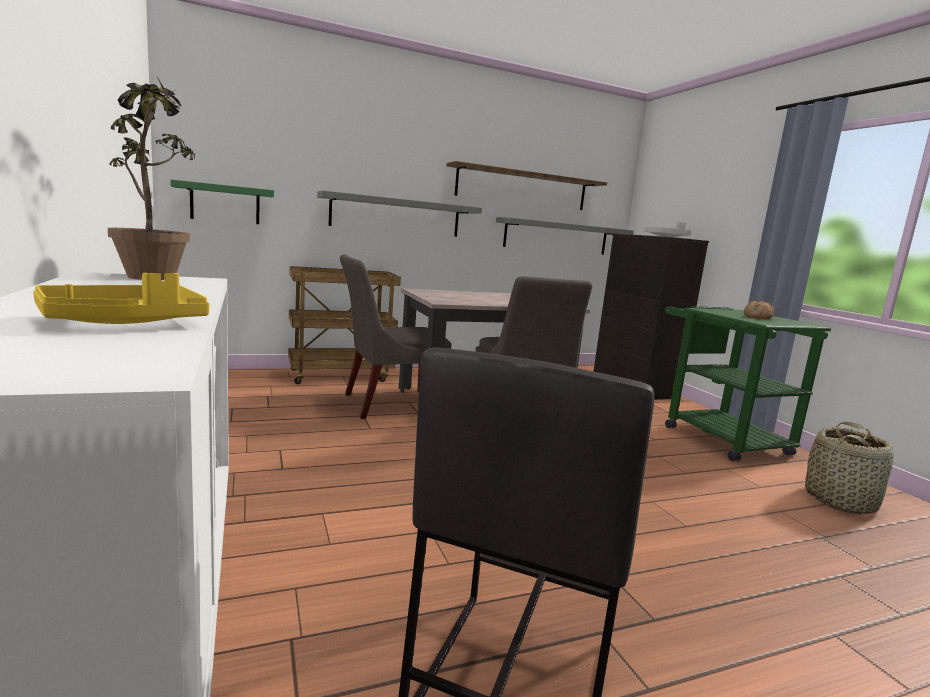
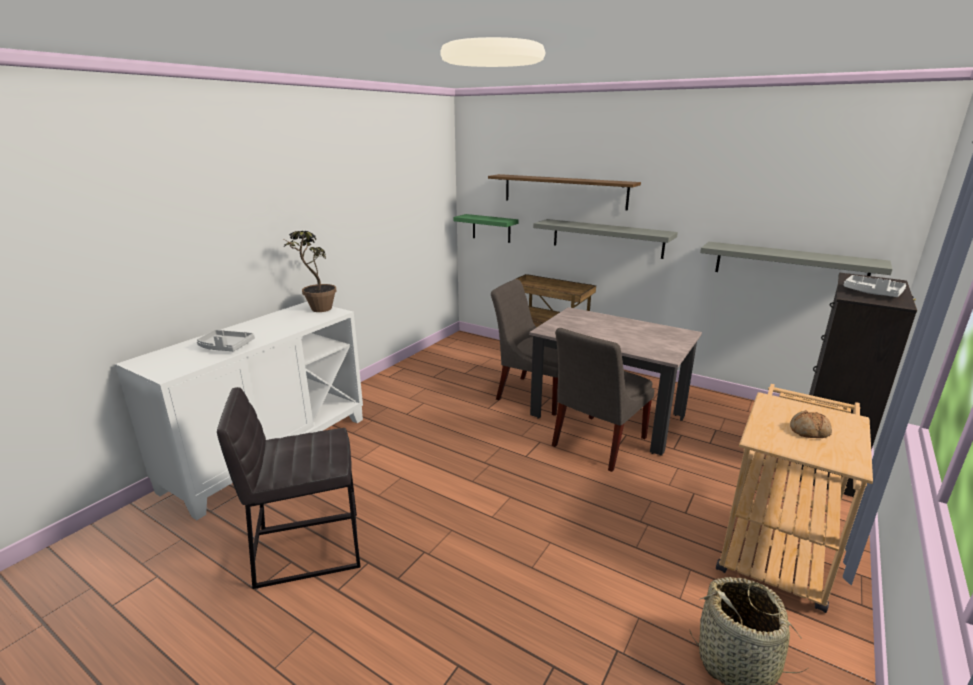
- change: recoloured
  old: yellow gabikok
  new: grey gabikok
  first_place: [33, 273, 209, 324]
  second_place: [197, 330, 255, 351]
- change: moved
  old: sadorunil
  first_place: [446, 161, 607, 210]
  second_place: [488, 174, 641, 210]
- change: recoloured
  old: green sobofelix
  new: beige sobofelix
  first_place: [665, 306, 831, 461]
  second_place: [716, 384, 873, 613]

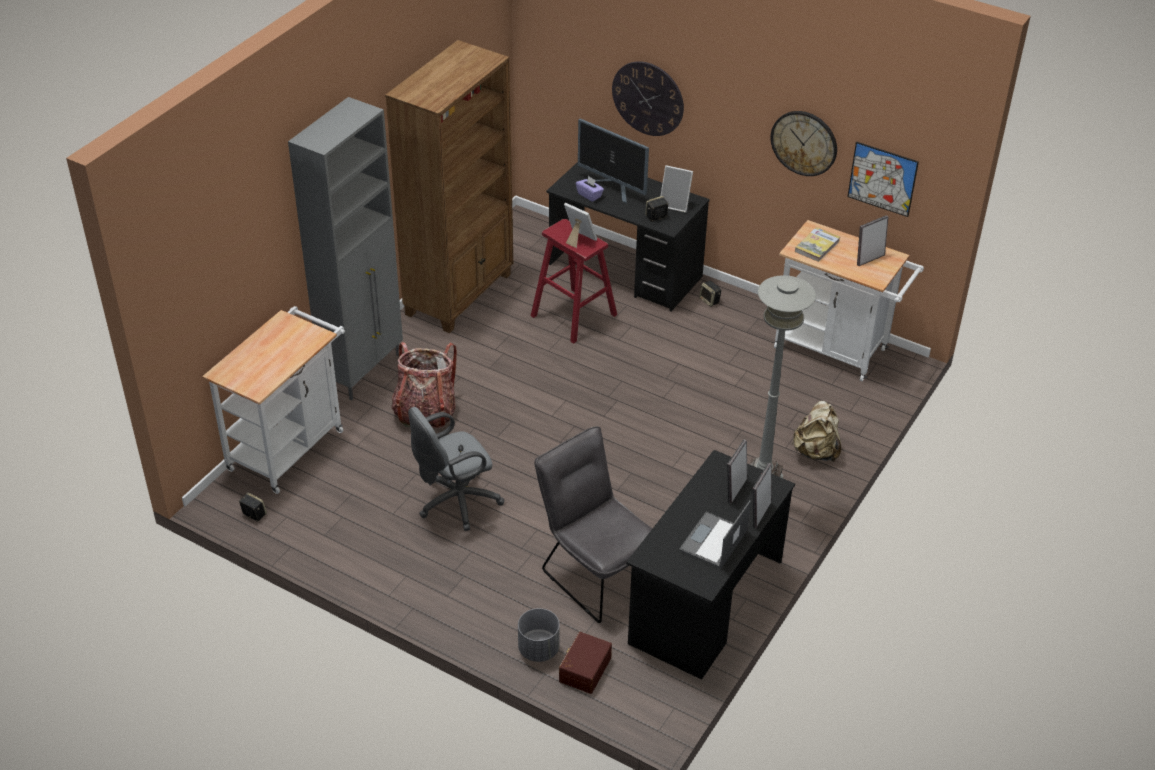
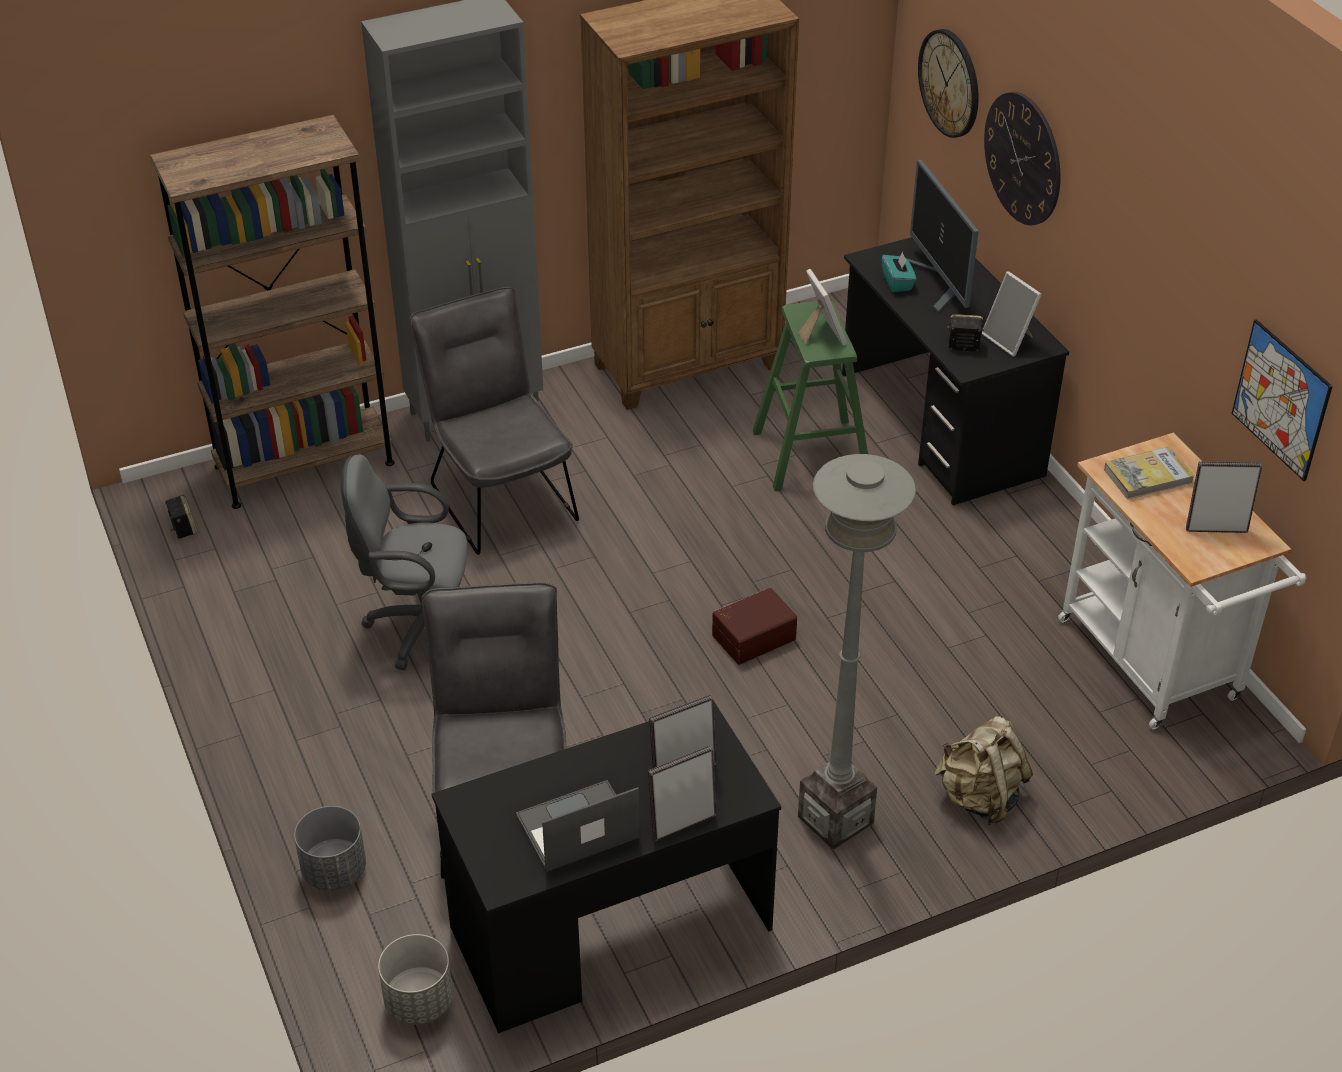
- change: replaced
  old: white sobofelix
  new: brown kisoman
  first_place: [202, 306, 345, 494]
  second_place: [150, 115, 395, 509]
- change: added
  new: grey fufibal
  second_place: [378, 934, 453, 1025]
- change: replaced
  old: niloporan
  new: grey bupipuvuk
  first_place: [392, 342, 457, 428]
  second_place: [409, 287, 579, 555]
- change: moved
  old: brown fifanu
  first_place: [559, 632, 612, 694]
  second_place: [712, 588, 797, 665]
- change: recoloured
  old: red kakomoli
  new: green kakomoli
  first_place: [531, 219, 617, 344]
  second_place: [753, 301, 868, 491]
- change: recoloured
  old: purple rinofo
  new: turquoise rinofo
  first_place: [576, 176, 604, 202]
  second_place: [882, 251, 916, 293]
- change: moved
  old: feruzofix
  first_place: [770, 111, 837, 176]
  second_place: [918, 29, 979, 138]
- change: removed
  old: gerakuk
  first_place: [699, 281, 721, 307]

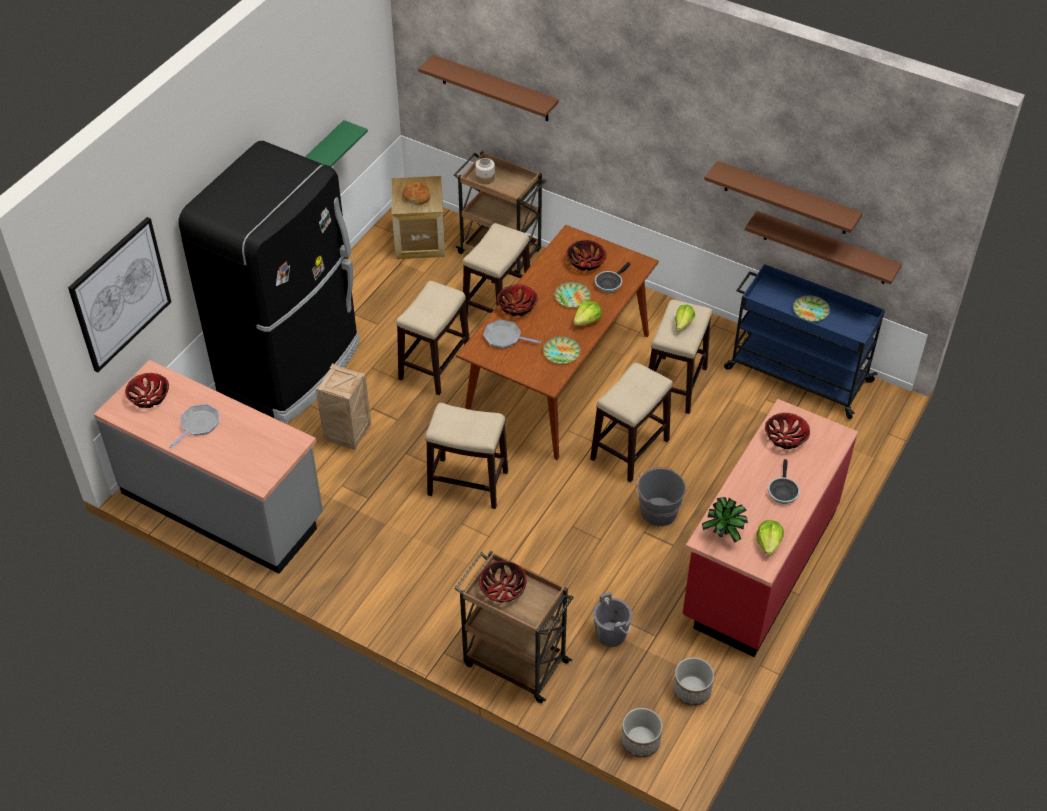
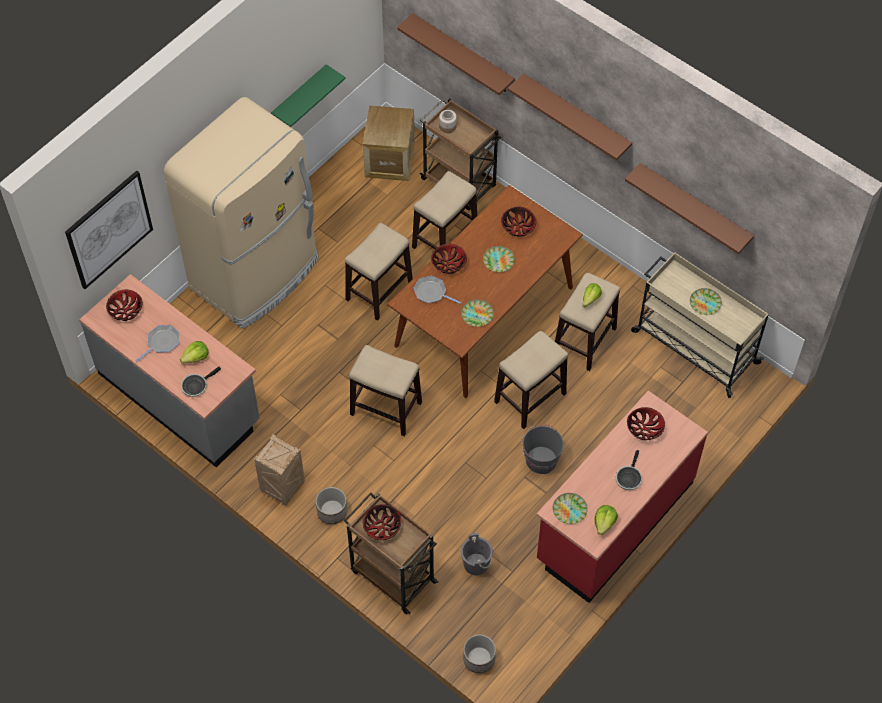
- change: recoloured
  old: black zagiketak
  new: beige zagiketak
  first_place: [178, 141, 360, 424]
  second_place: [164, 97, 319, 329]
- change: moved
  old: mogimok
  first_place: [573, 301, 602, 326]
  second_place: [180, 341, 208, 364]
- change: moved
  old: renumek
  first_place: [595, 262, 631, 293]
  second_place: [181, 367, 221, 397]
- change: moved
  old: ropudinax
  first_place: [316, 363, 371, 450]
  second_place: [254, 434, 305, 506]
- change: moved
  old: fufibal
  first_place: [673, 657, 714, 706]
  second_place: [316, 487, 347, 524]
- change: moved
  old: brown sadorunil
  first_place: [745, 211, 902, 284]
  second_place: [508, 73, 632, 160]
- change: replaced
  old: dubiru
  new: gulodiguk
  first_place: [702, 497, 748, 543]
  second_place: [553, 493, 588, 524]
- change: recoloured
  old: blue sobofelix
  new: beige sobofelix
  first_place: [724, 264, 885, 419]
  second_place: [631, 252, 769, 398]
- change: removed
  old: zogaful
  first_place: [403, 182, 430, 204]

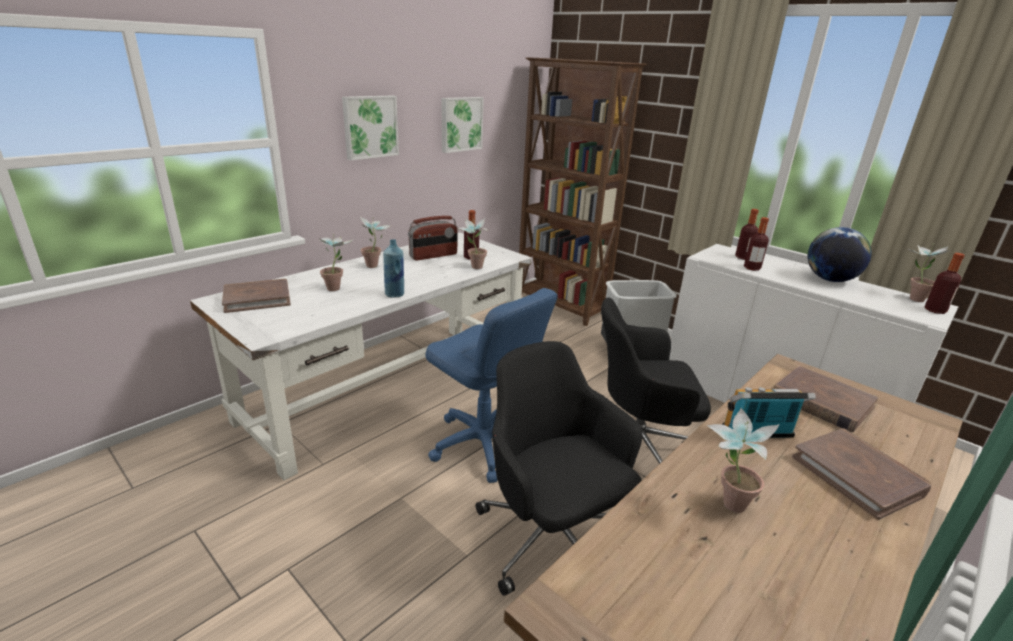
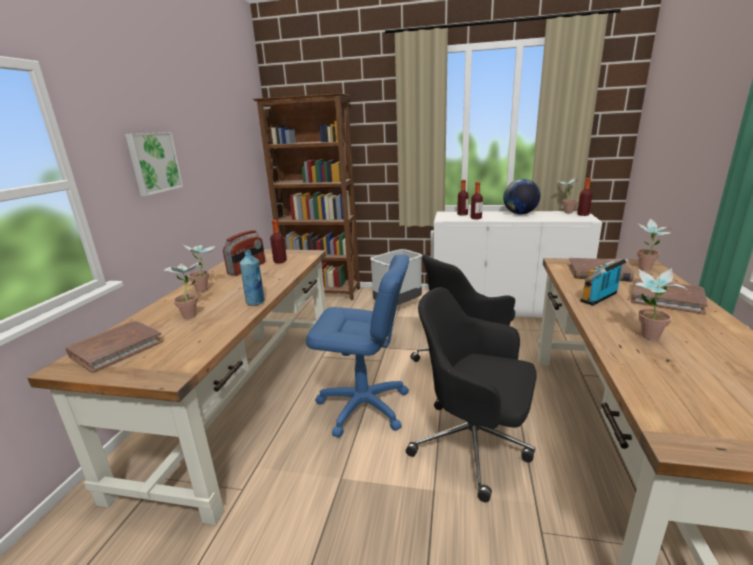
- change: recoloured
  old: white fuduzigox
  new: brown fuduzigox
  first_place: [190, 232, 532, 480]
  second_place: [27, 249, 326, 525]
- change: moved
  old: dubiru
  first_place: [457, 218, 488, 269]
  second_place: [637, 218, 672, 270]
- change: removed
  old: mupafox
  first_place: [441, 97, 484, 153]

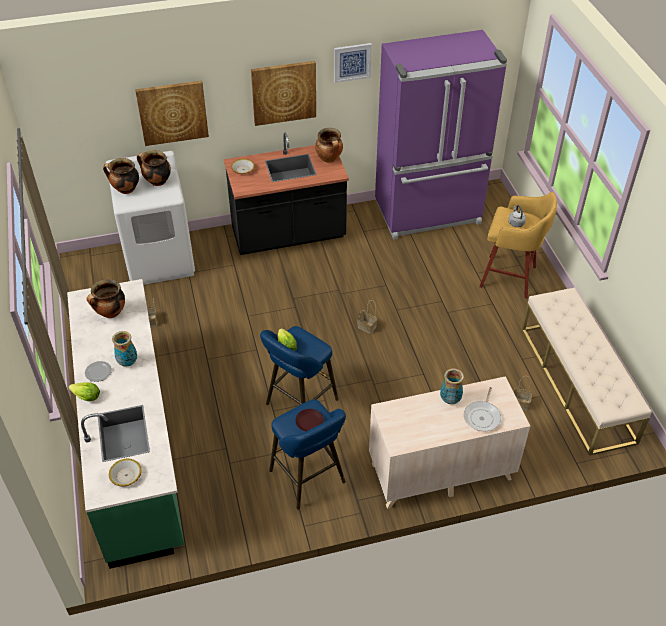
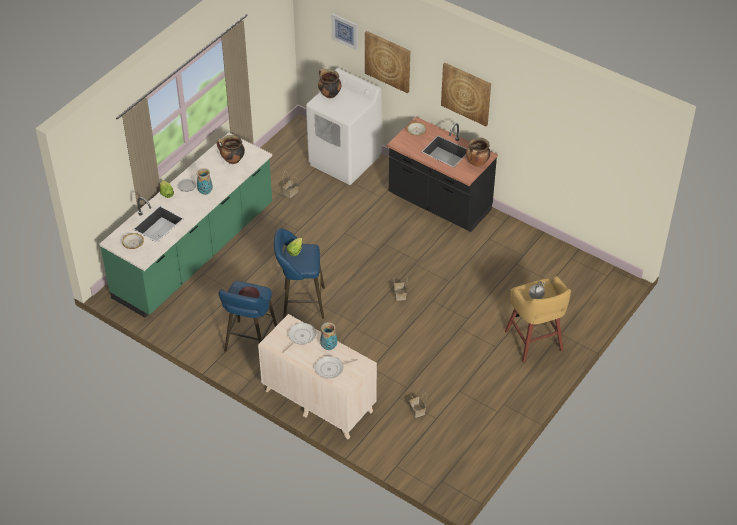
- change: added
  new: renumek
  second_place: [282, 323, 316, 353]
- change: moved
  old: mupafox
  first_place: [334, 43, 372, 83]
  second_place: [331, 13, 358, 50]
- change: removed
  old: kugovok
  first_place: [137, 150, 171, 186]
- change: removed
  old: purple zagiketak
  first_place: [375, 30, 507, 240]
- change: removed
  old: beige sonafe
  first_place: [521, 287, 652, 456]

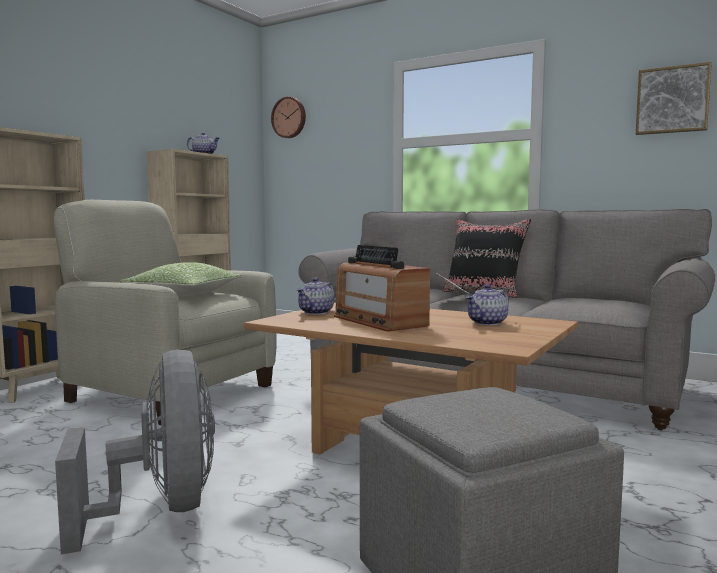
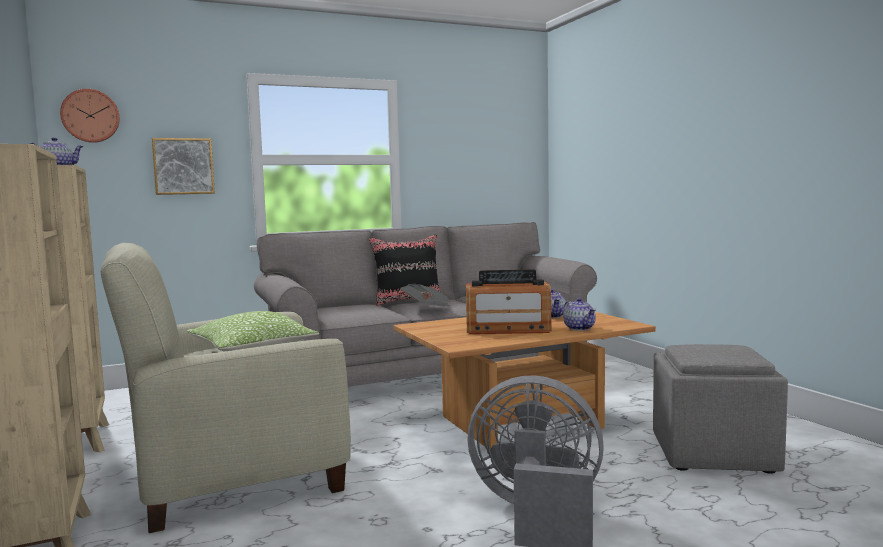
- change: moved
  old: mupafox
  first_place: [636, 62, 712, 135]
  second_place: [152, 138, 215, 195]
- change: moved
  old: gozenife
  first_place: [296, 278, 334, 315]
  second_place: [563, 298, 596, 331]

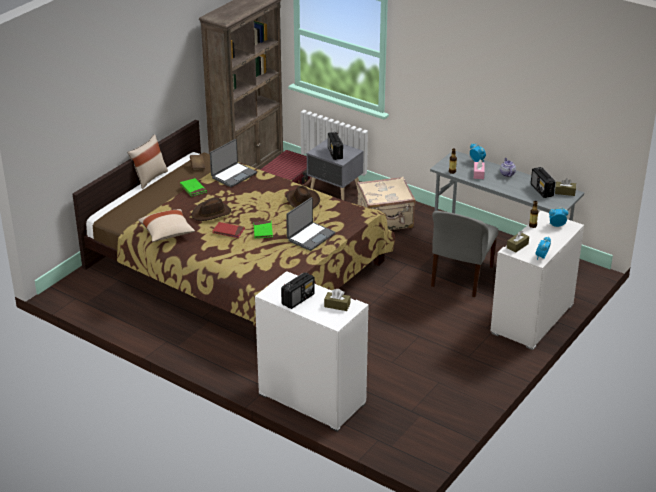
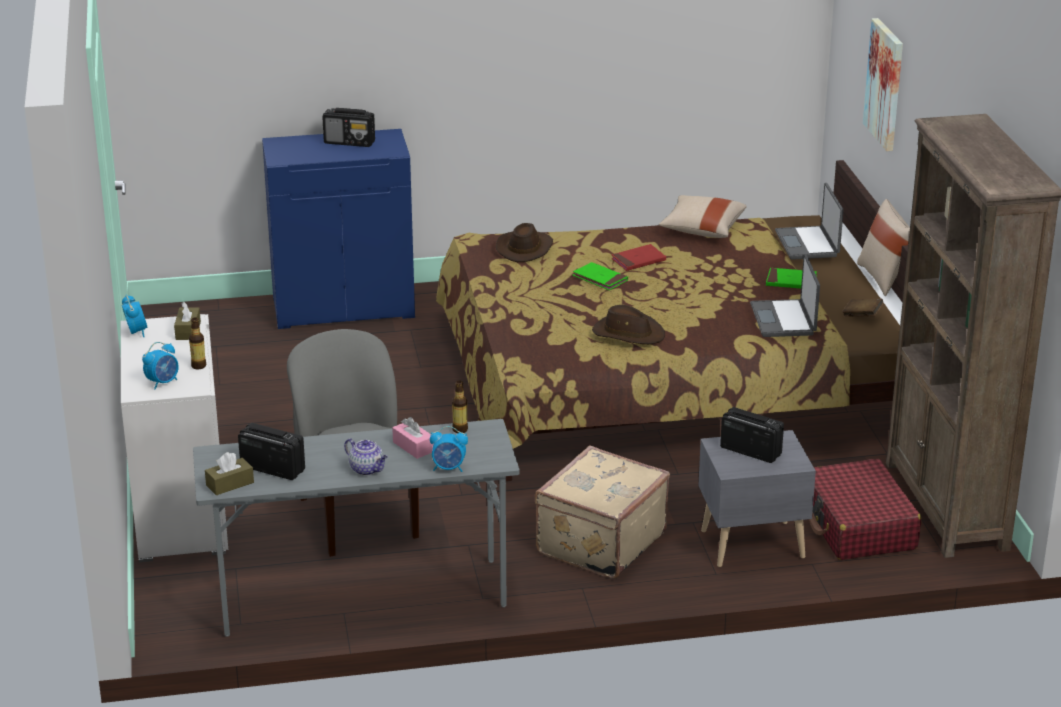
- change: recoloured
  old: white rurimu
  new: blue rurimu
  first_place: [255, 271, 368, 432]
  second_place: [262, 129, 415, 329]
- change: turned
  old: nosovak
  first_place: [281, 272, 315, 309]
  second_place: [322, 108, 375, 147]
  degrees: -75
- change: moved
  old: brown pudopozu
  first_place: [192, 198, 231, 221]
  second_place: [496, 223, 553, 262]
- change: moved
  old: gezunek
  first_place: [286, 197, 336, 251]
  second_place: [775, 183, 843, 260]
- change: added
  new: mupafox
  second_place: [863, 18, 903, 151]
- change: removed
  old: brown rinofo
  first_place: [324, 289, 350, 311]

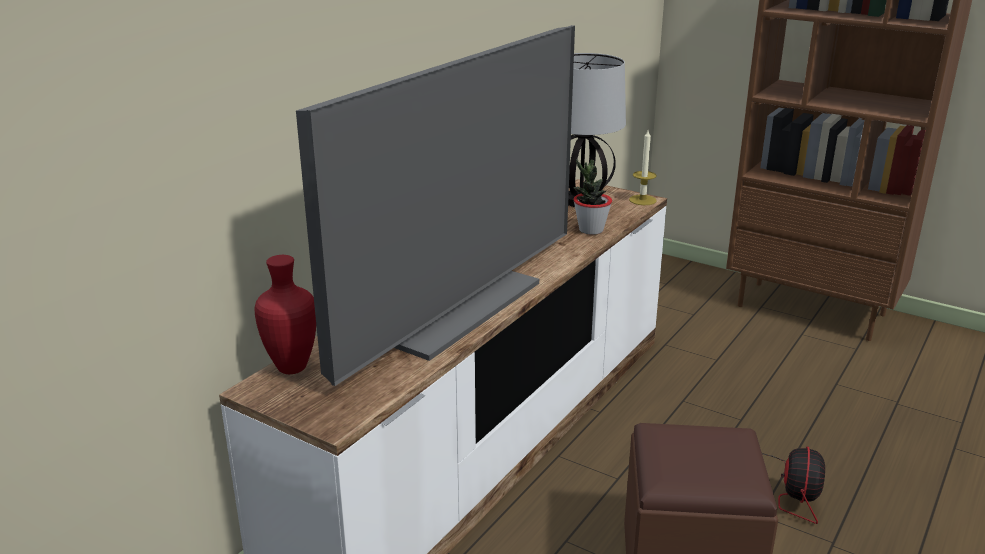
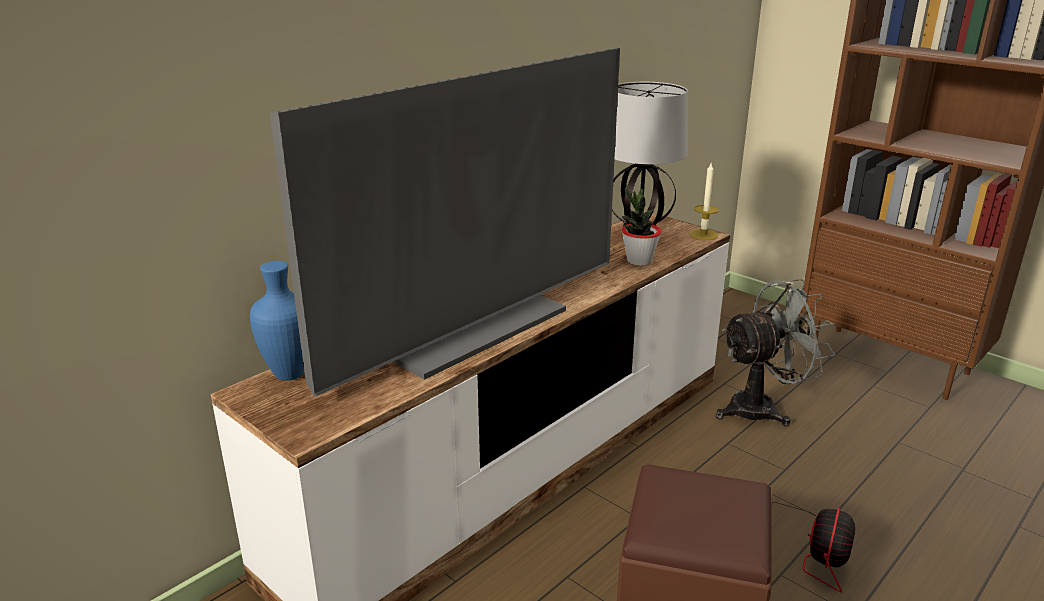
- change: recoloured
  old: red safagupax
  new: blue safagupax
  first_place: [254, 255, 316, 374]
  second_place: [250, 261, 304, 381]
- change: added
  new: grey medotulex
  second_place: [716, 279, 835, 427]

